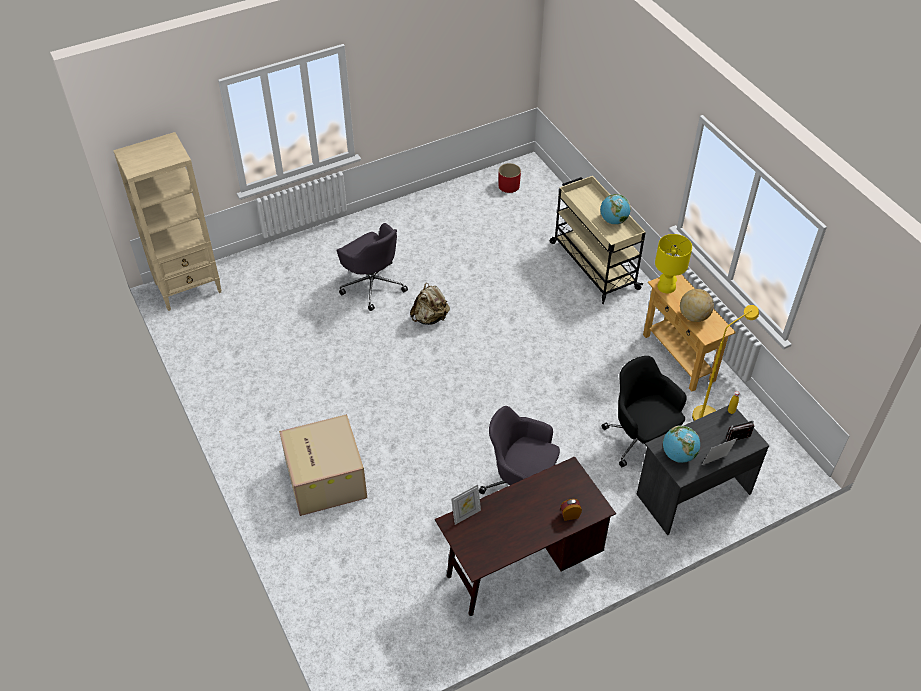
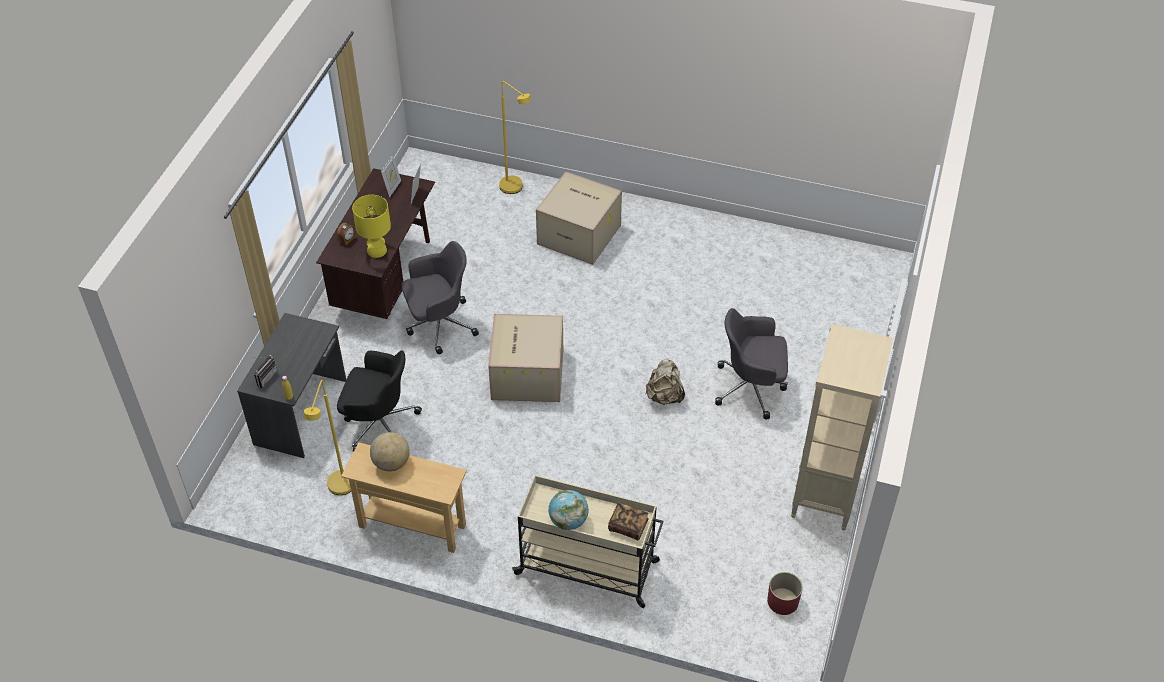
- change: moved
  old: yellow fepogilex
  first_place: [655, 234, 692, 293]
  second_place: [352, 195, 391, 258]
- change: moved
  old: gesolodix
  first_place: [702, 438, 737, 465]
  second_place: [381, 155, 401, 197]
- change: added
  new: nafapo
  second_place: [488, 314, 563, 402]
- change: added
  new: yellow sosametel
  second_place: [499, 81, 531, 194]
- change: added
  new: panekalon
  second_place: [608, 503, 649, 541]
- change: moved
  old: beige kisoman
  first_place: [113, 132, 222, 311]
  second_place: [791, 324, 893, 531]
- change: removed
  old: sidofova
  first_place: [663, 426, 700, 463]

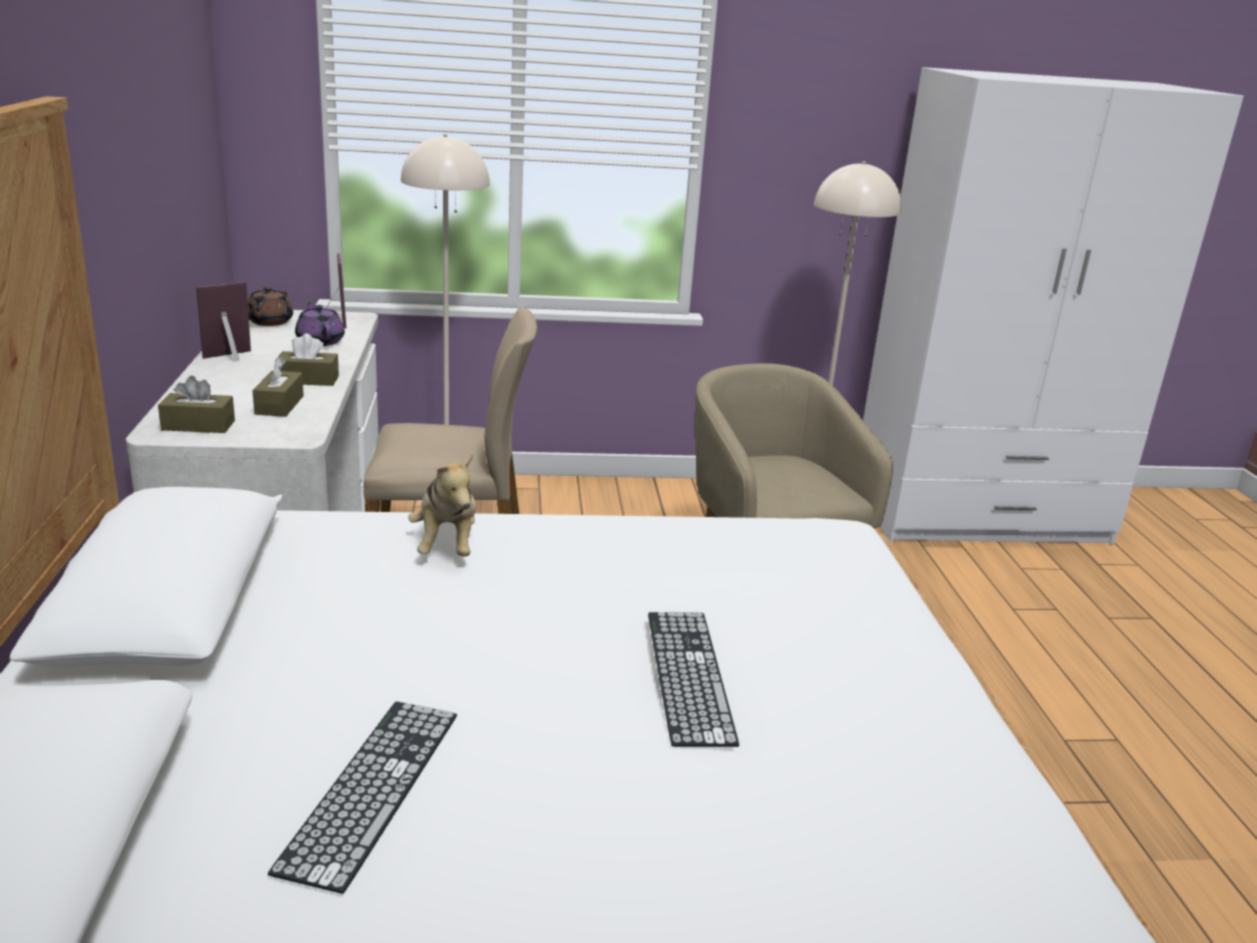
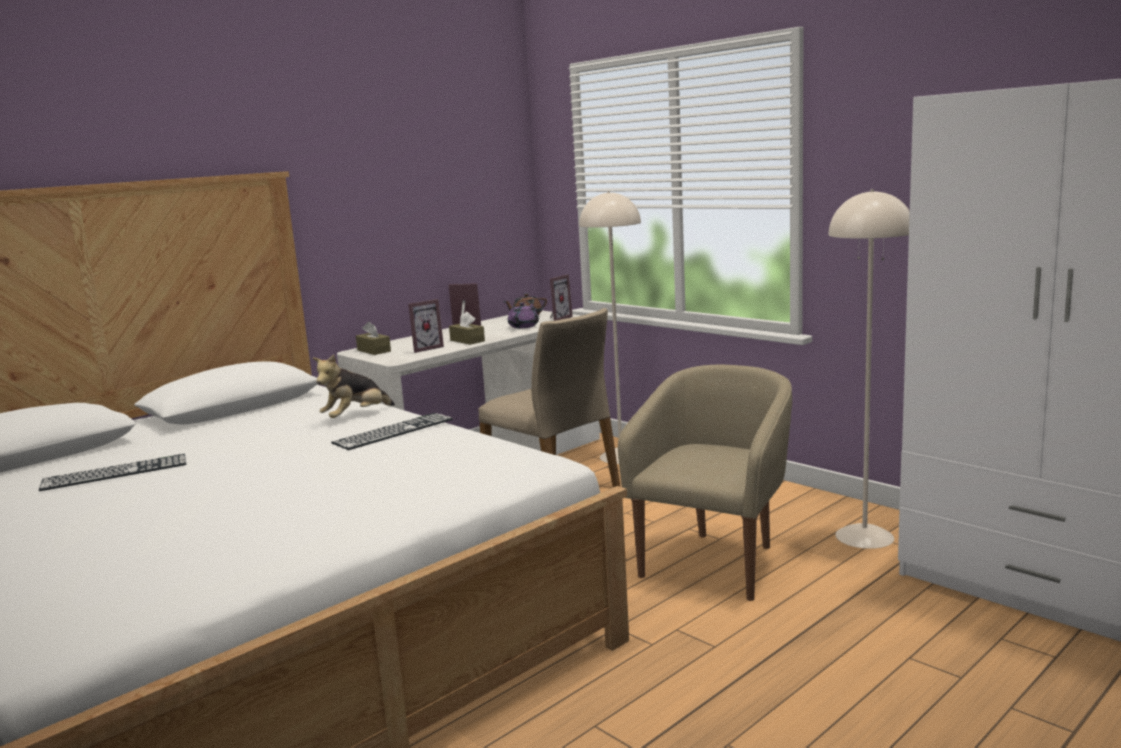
- change: moved
  old: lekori
  first_place: [648, 612, 739, 747]
  second_place: [331, 413, 453, 450]
- change: replaced
  old: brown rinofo
  new: gesolodix
  first_place: [252, 357, 304, 417]
  second_place: [408, 299, 444, 353]

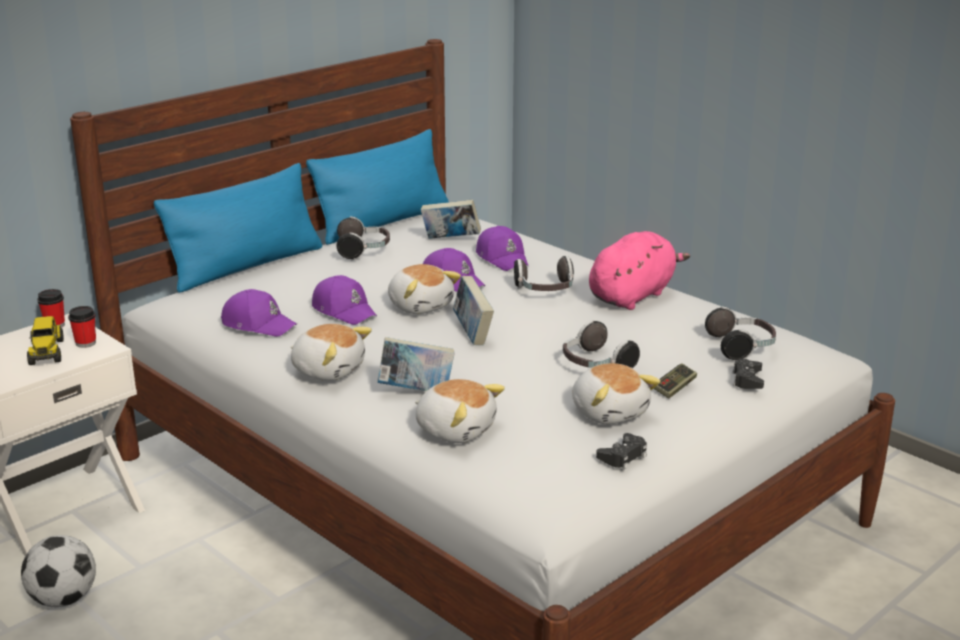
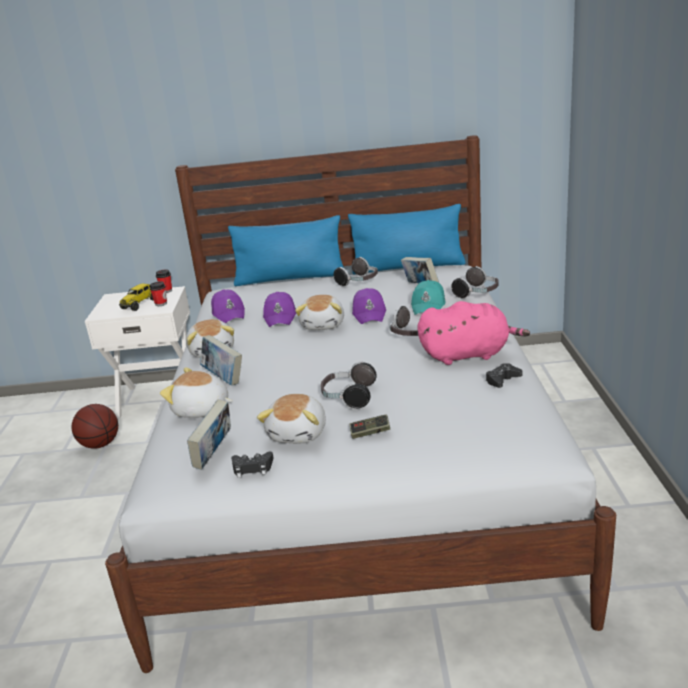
- change: replaced
  old: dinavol
  new: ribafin
  first_place: [21, 535, 96, 607]
  second_place: [72, 404, 118, 449]
- change: turned
  old: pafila
  first_place: [415, 379, 505, 443]
  second_place: [160, 368, 233, 418]
  degrees: 120
- change: moved
  old: panekalon
  first_place: [453, 276, 494, 345]
  second_place: [187, 399, 231, 470]
- change: recoloured
  old: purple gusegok
  new: turquoise gusegok
  first_place: [476, 226, 528, 271]
  second_place: [411, 280, 446, 315]
- change: moved
  old: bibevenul
  first_place: [705, 306, 776, 360]
  second_place: [451, 266, 499, 299]
- change: moved
  old: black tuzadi
  first_place: [732, 359, 764, 389]
  second_place: [486, 363, 522, 388]

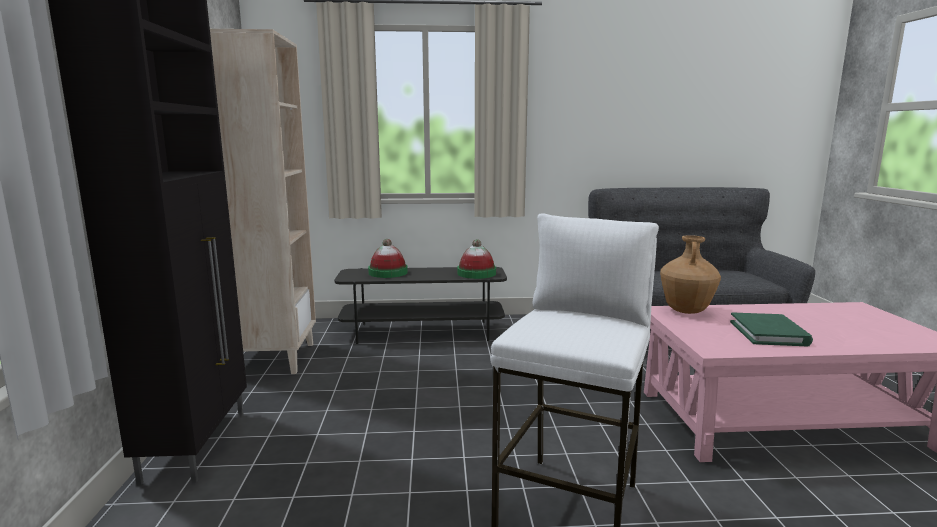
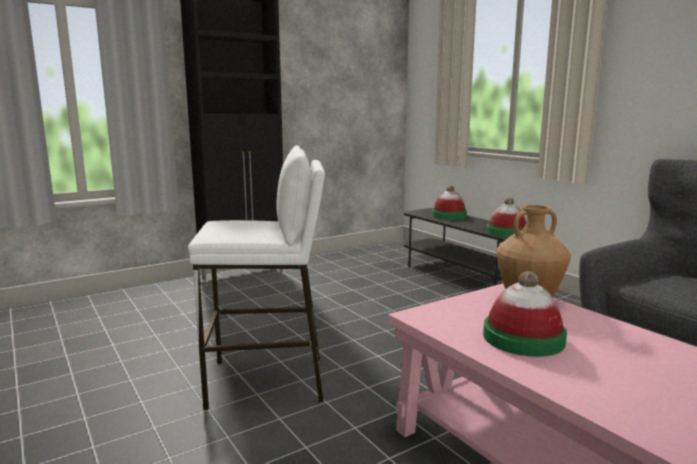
- change: replaced
  old: green panekalon
  new: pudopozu
  first_place: [730, 312, 813, 346]
  second_place: [483, 271, 567, 357]
- change: removed
  old: beige kisoman
  first_place: [210, 29, 316, 374]

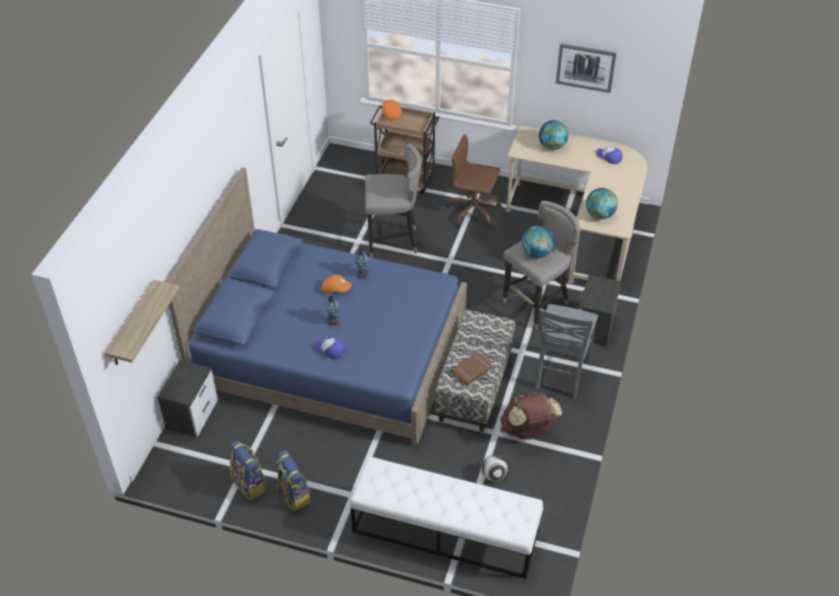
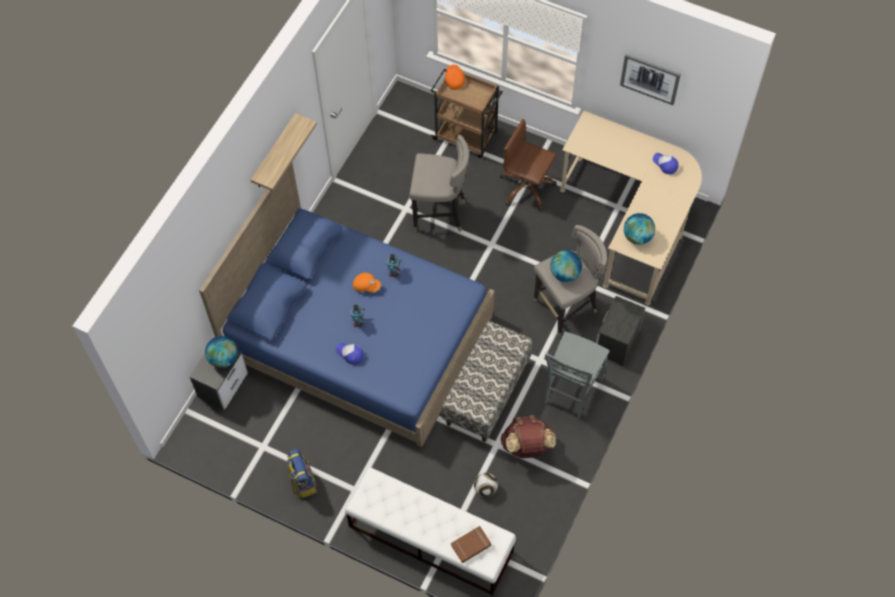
- change: moved
  old: sidofova
  first_place: [539, 120, 568, 150]
  second_place: [205, 336, 238, 368]
- change: moved
  old: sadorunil
  first_place: [105, 280, 180, 365]
  second_place: [251, 113, 317, 191]
- change: moved
  old: brown panekalon
  first_place: [452, 352, 492, 386]
  second_place: [451, 526, 491, 563]
- change: removed
  old: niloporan
  first_place: [229, 440, 267, 501]

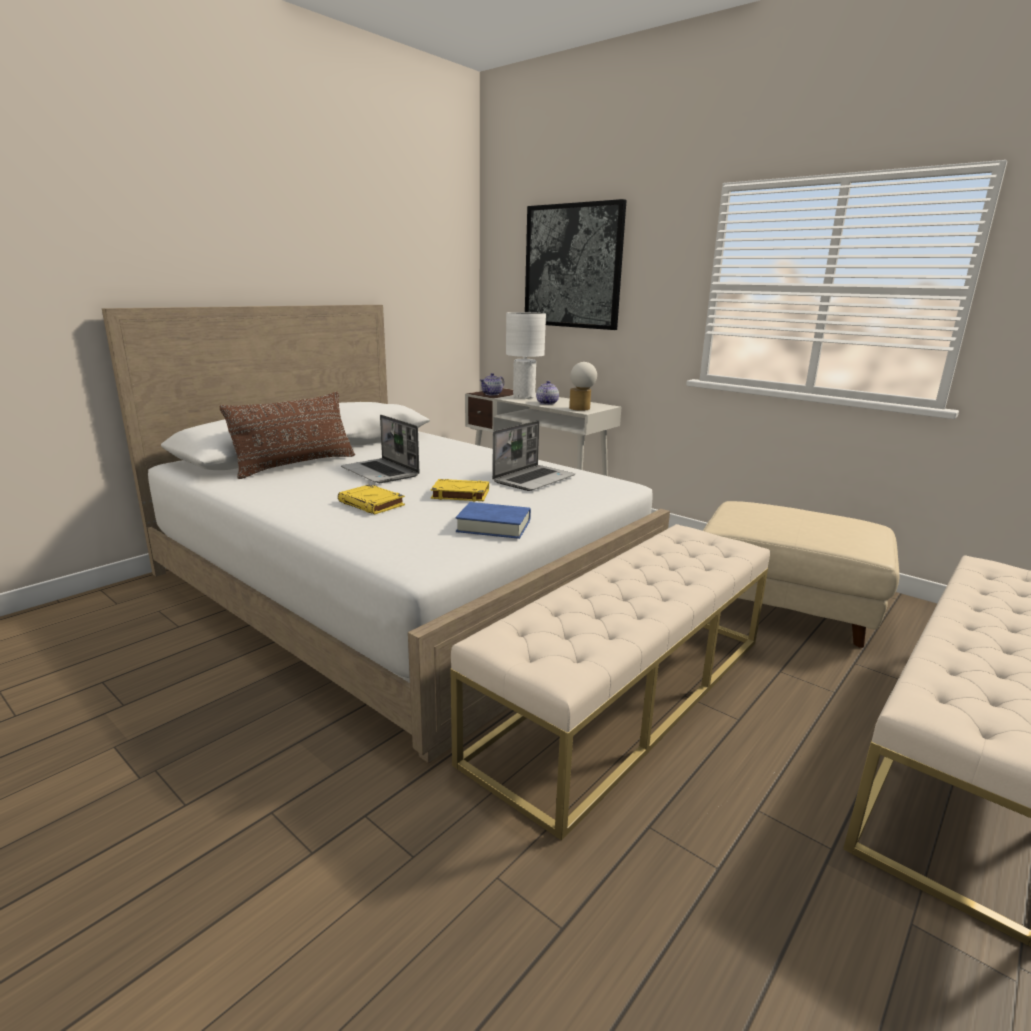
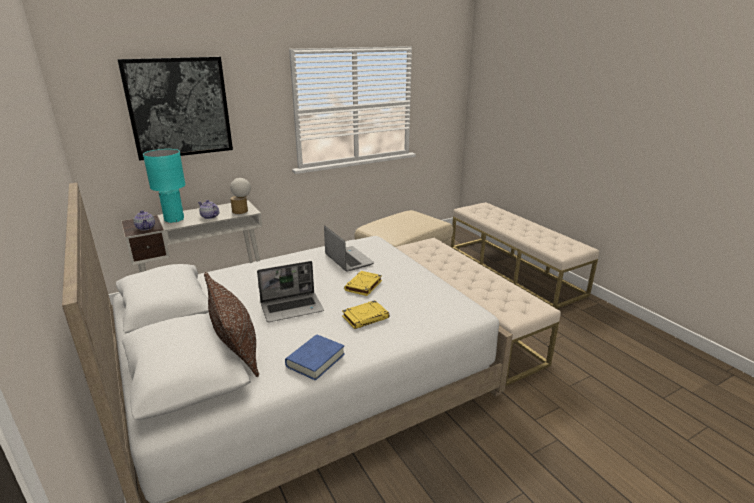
- change: recoloured
  old: white fepogilex
  new: turquoise fepogilex
  first_place: [506, 312, 546, 399]
  second_place: [143, 149, 185, 223]
- change: moved
  old: blue panekalon
  first_place: [456, 502, 531, 539]
  second_place: [285, 335, 345, 381]

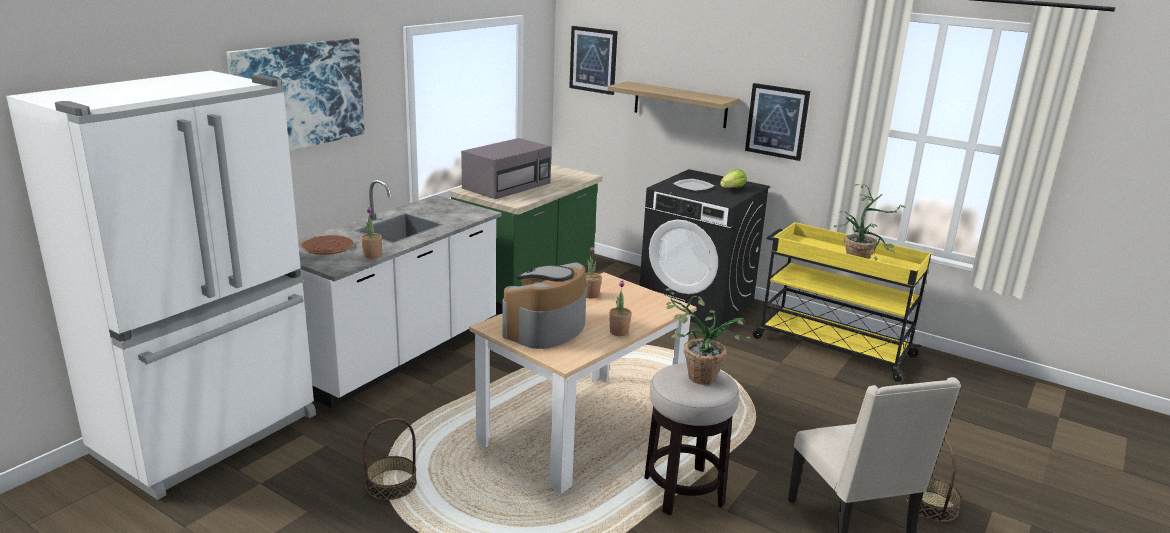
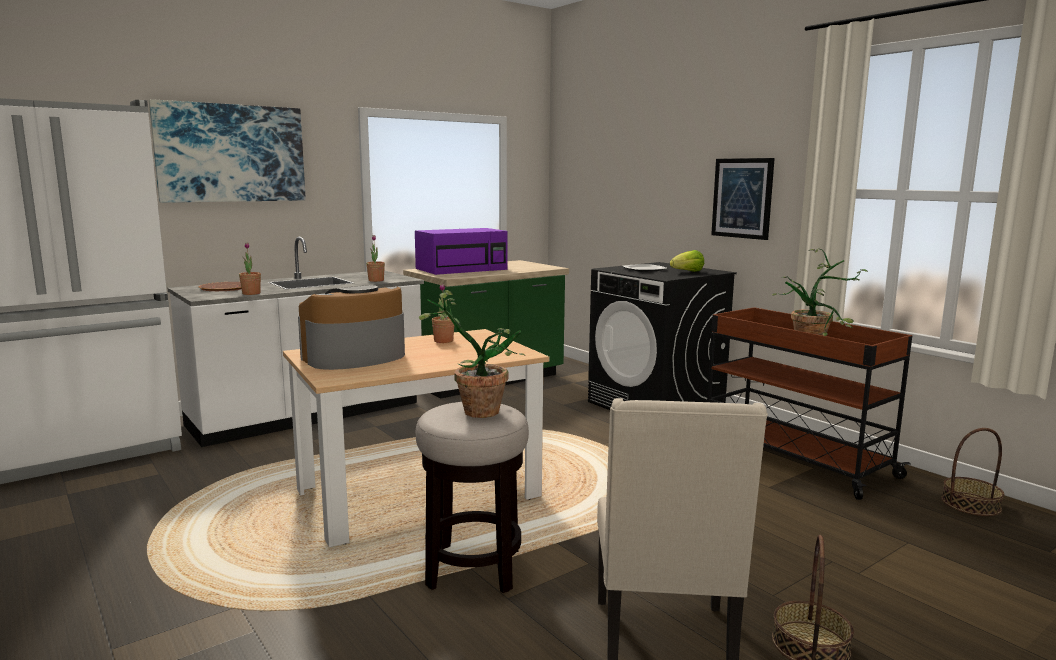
- change: moved
  old: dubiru
  first_place: [609, 281, 632, 336]
  second_place: [366, 235, 385, 282]
- change: recoloured
  old: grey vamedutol
  new: purple vamedutol
  first_place: [461, 138, 551, 199]
  second_place: [415, 228, 507, 275]
- change: recoloured
  old: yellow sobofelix
  new: brown sobofelix
  first_place: [753, 222, 931, 382]
  second_place: [707, 307, 912, 500]
- change: moved
  old: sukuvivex
  first_place: [363, 418, 417, 501]
  second_place: [941, 428, 1004, 516]
- change: removed
  old: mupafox
  first_place: [569, 26, 618, 95]
- change: removed
  old: sadorunil
  first_place: [608, 81, 740, 128]

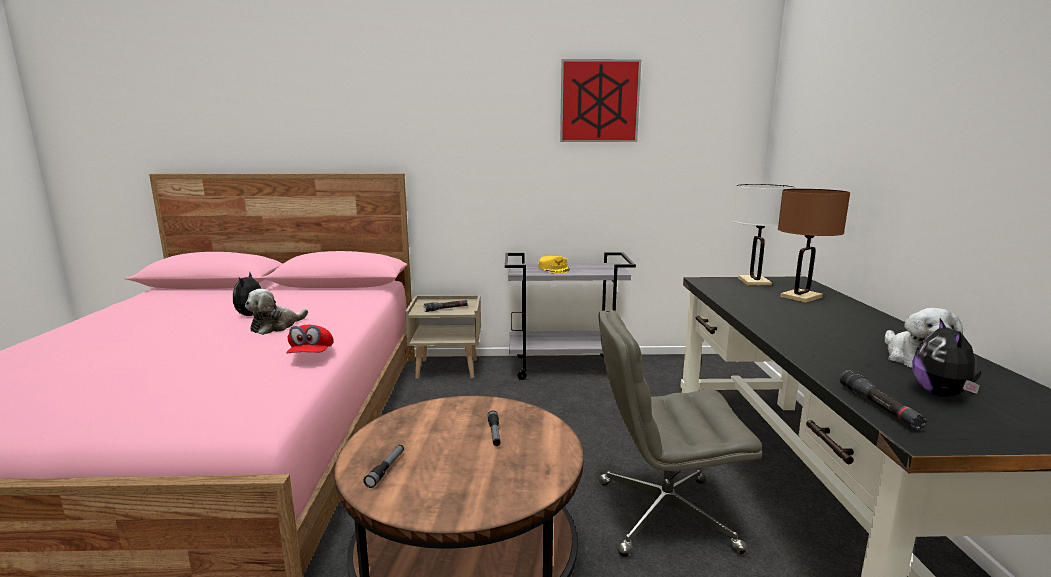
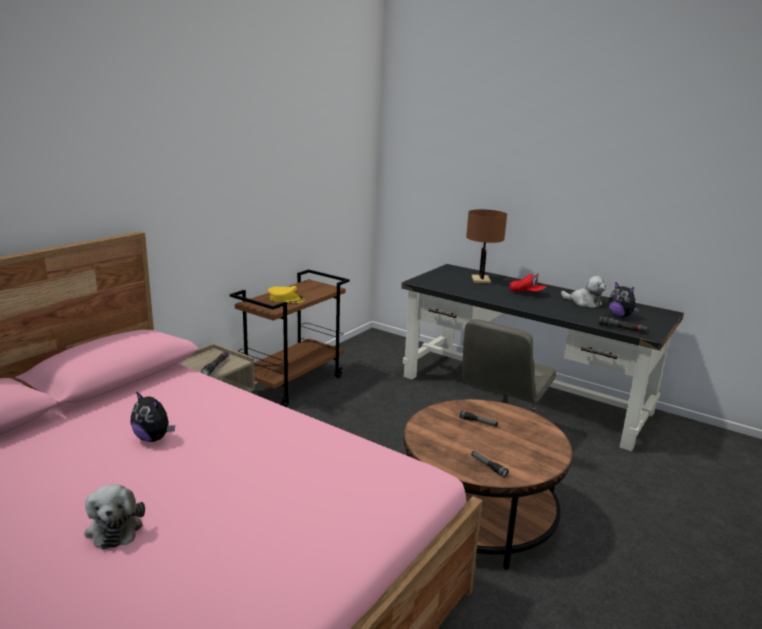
- change: moved
  old: pafila
  first_place: [245, 289, 308, 335]
  second_place: [84, 484, 145, 549]
- change: recoloured
  old: grey sobofelix
  new: brown sobofelix
  first_place: [505, 252, 636, 380]
  second_place: [230, 269, 350, 407]
- change: moved
  old: red gusegok
  first_place: [286, 325, 334, 353]
  second_place: [509, 273, 547, 292]
- change: removed
  old: mupafox
  first_place: [560, 59, 641, 142]
- change: removed
  old: white fepogilex
  first_place: [733, 184, 795, 286]

